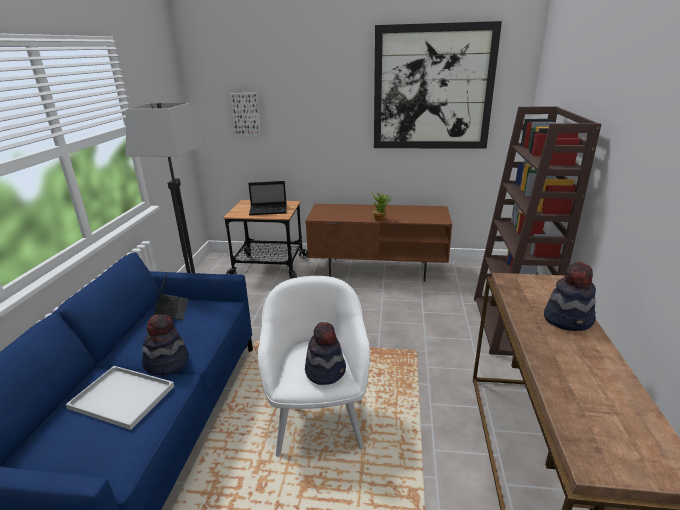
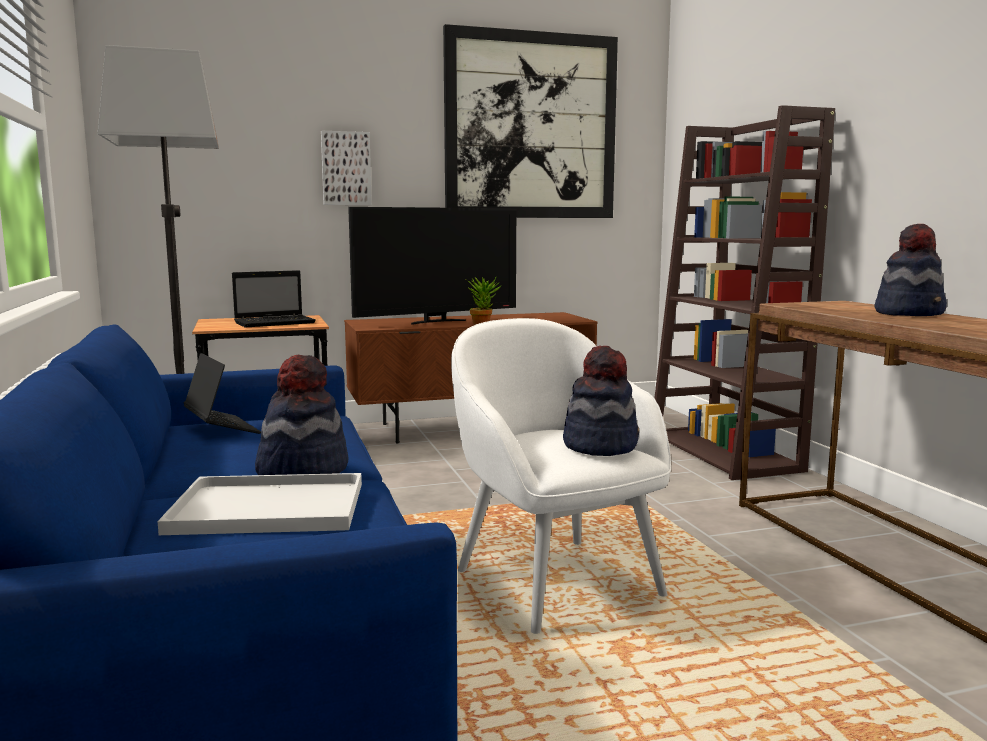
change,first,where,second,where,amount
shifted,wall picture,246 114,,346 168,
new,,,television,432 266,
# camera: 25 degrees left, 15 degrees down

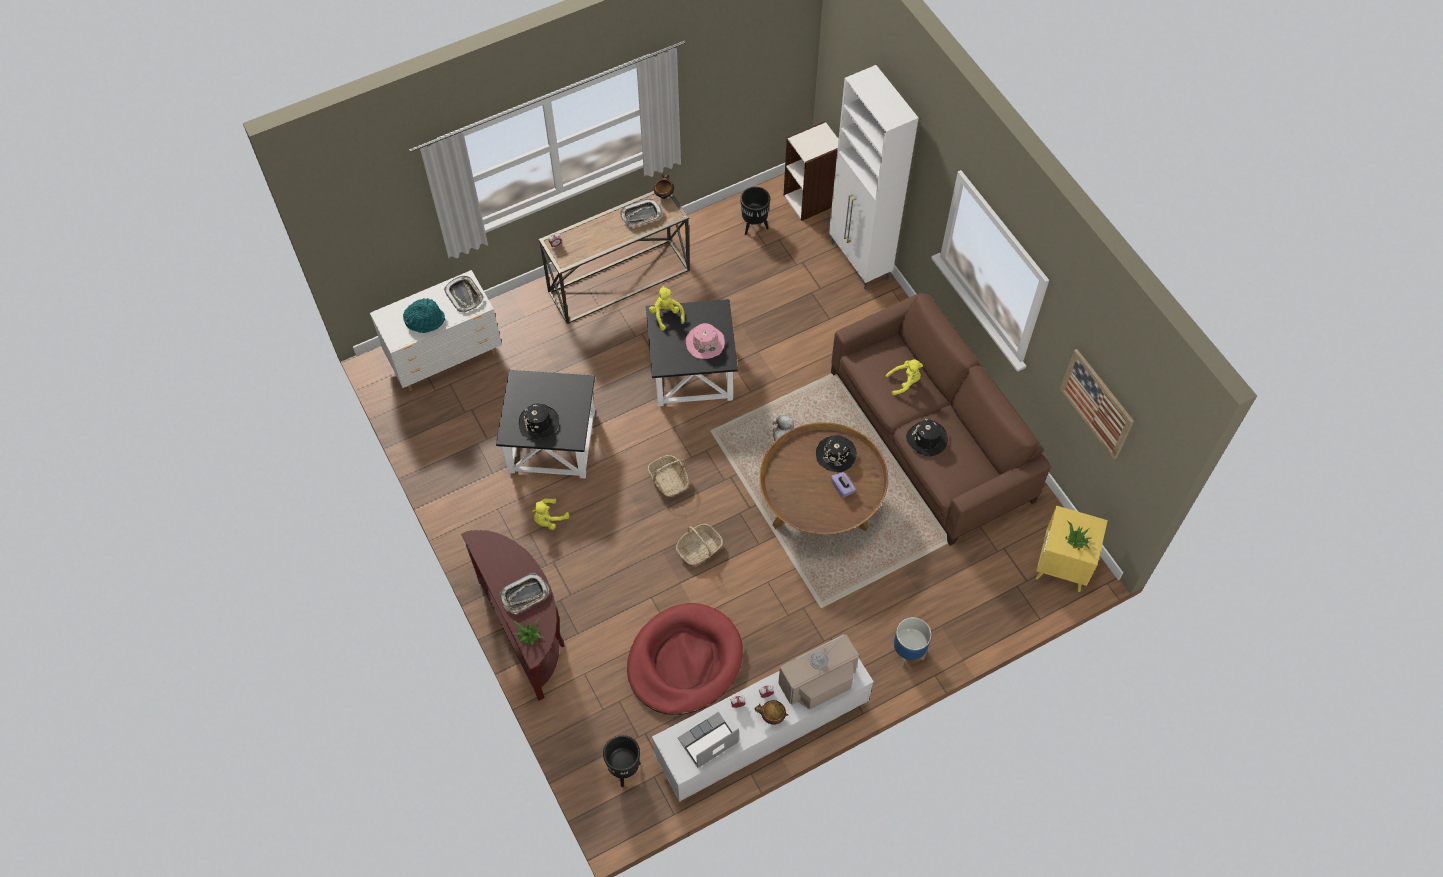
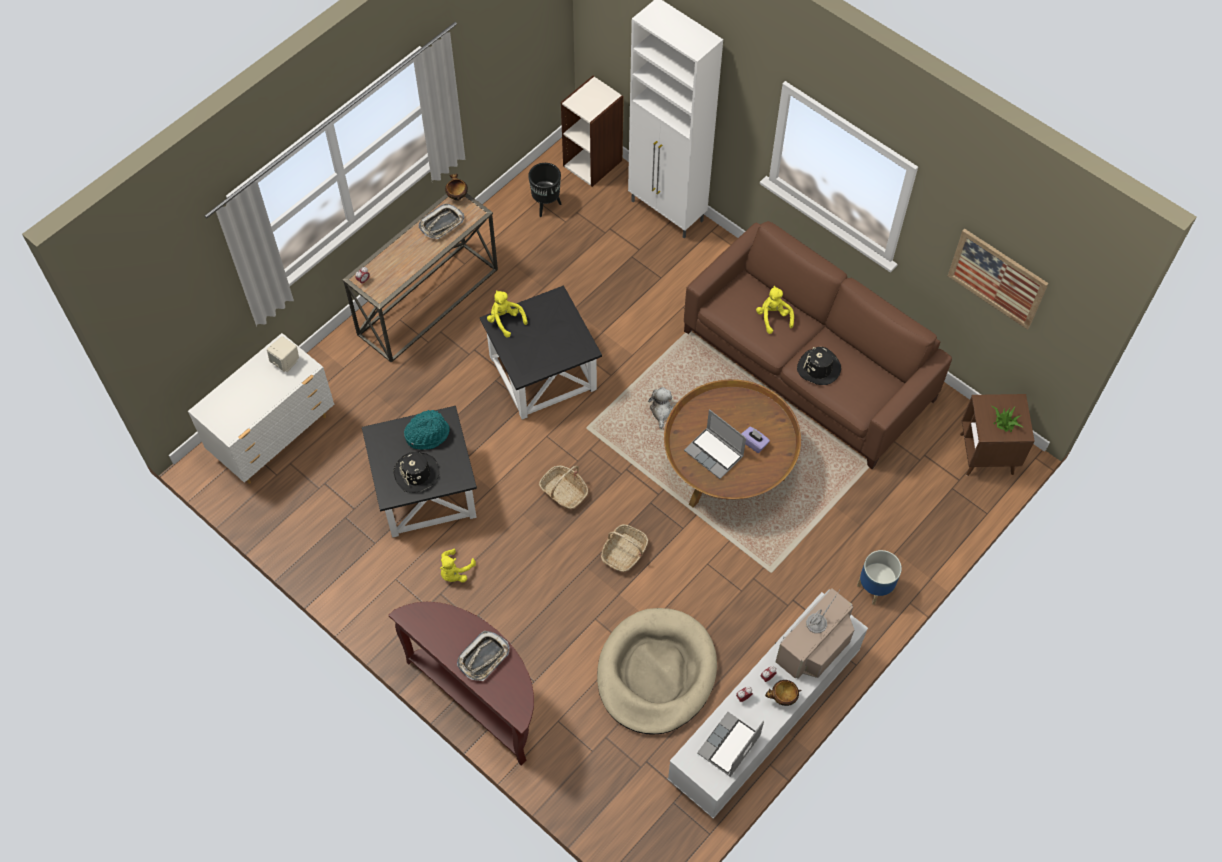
change,first,where,second,where,amount
swapped,serving tray,464 294,beige-coloured speaker,283 354,
shifted,turquoise wearable hat,424 315,,427 430,
gone,pink-coloured wearable hat,705 341,,,
rotated,yellow-coloured soft toy,904 377,,775 310,75 degrees counterclockwise
gone,black wearable hat,836 453,,,
repainted,yellow-coloured side table,1071 549,brown-coloured side table,997 435,
repainted,reddish pet bed,685 659,beige-coloured pet bed,657 671,
gone,plant in a pot,529 631,,,
gone,black planter,622 761,,,
new,,,notebook computer,715 444,
# camera: 20 degrees left, 0 degrees up

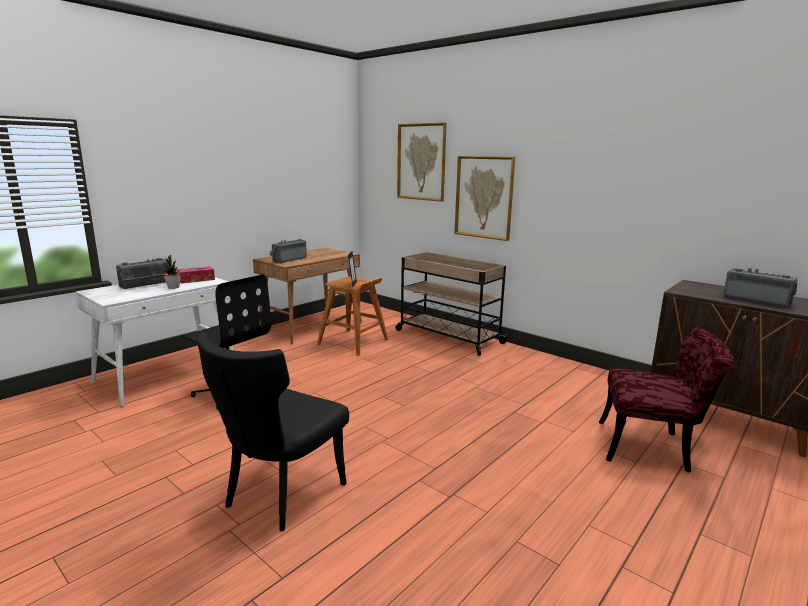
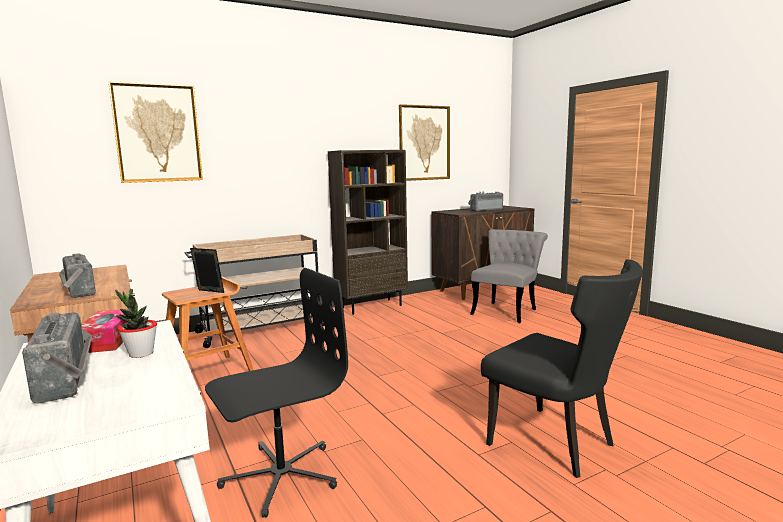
change,first,where,second,where,amount
shifted,wall picture,484 198,,424 142,
repainted,reddish plain chair,667 400,greyish plain chair,509 276,
new,,,brown-coloured shelving unit,368 232,
# camera: 70 degrees left, 5 degrees down

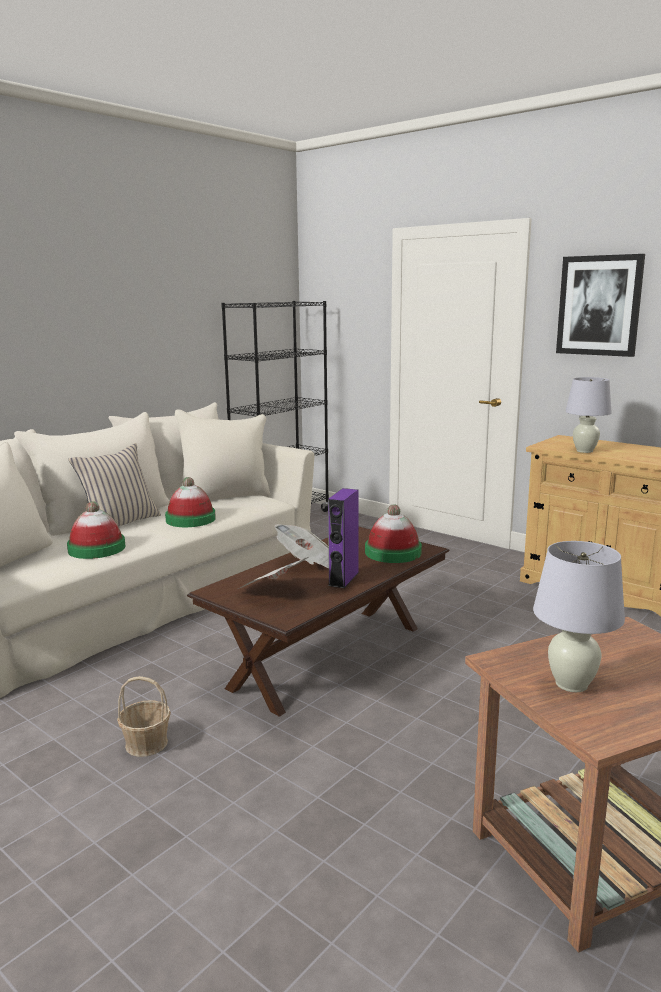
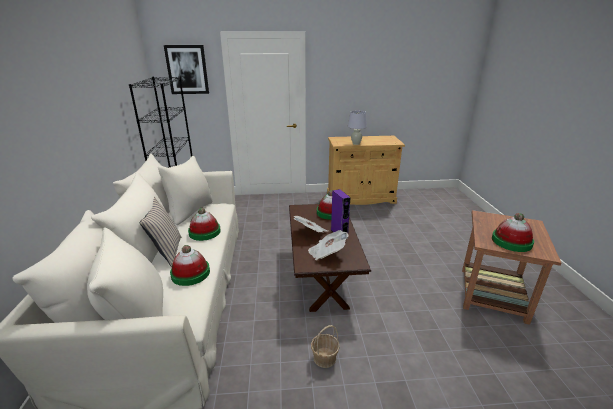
change,first,where,second,where,amount
shifted,wall picture,600 305,,186 69,
swapped,whitish tabletop lamp,579 616,wearable hat,513 232,
# camera: 45 degrees left, 10 degrees up

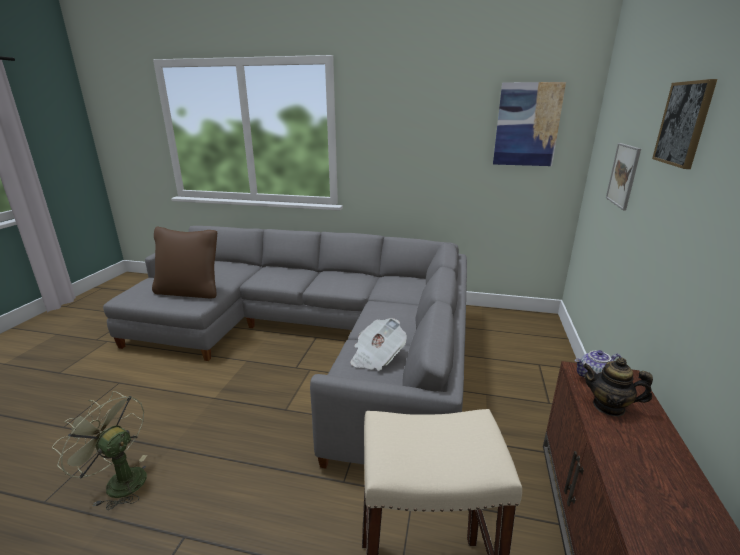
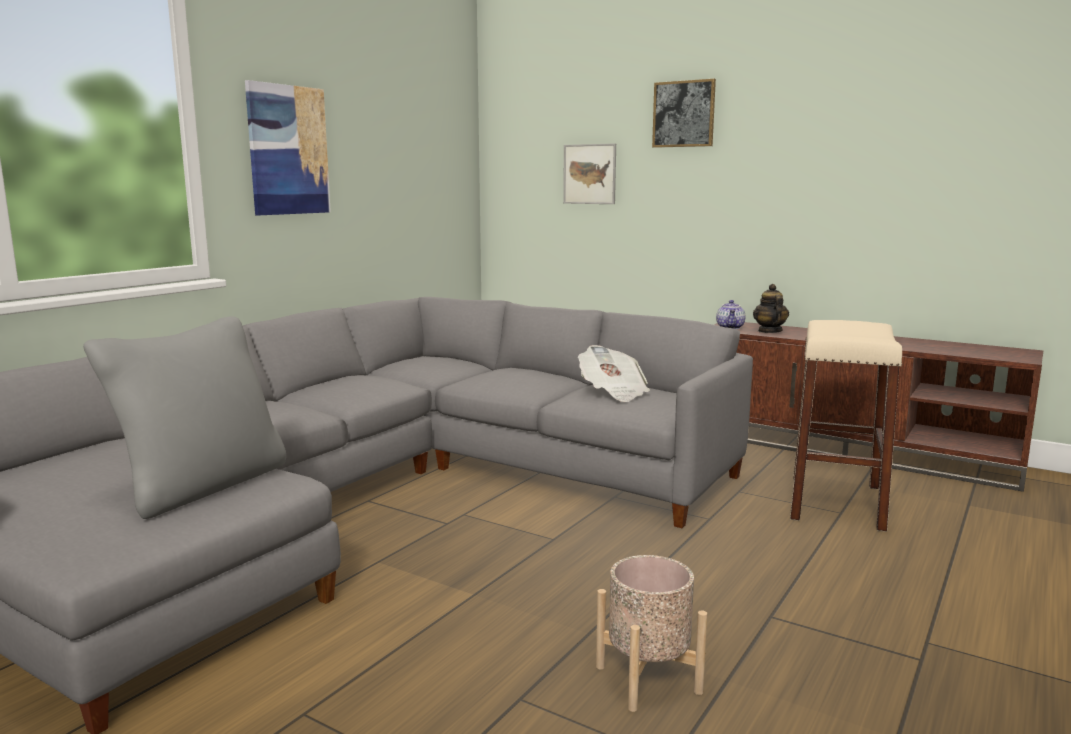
change,first,where,second,where,amount
shifted,wall picture,529 124,,288 147,
repainted,brown-coloured throw pillow,184 262,greyish throw pillow,184 417,
rotated,teapot,618 387,,771 308,135 degrees clockwise
swapped,greenish fan,99 450,beige-coloured planter,651 633,
# camera: 70 degrees left, 10 degrees down

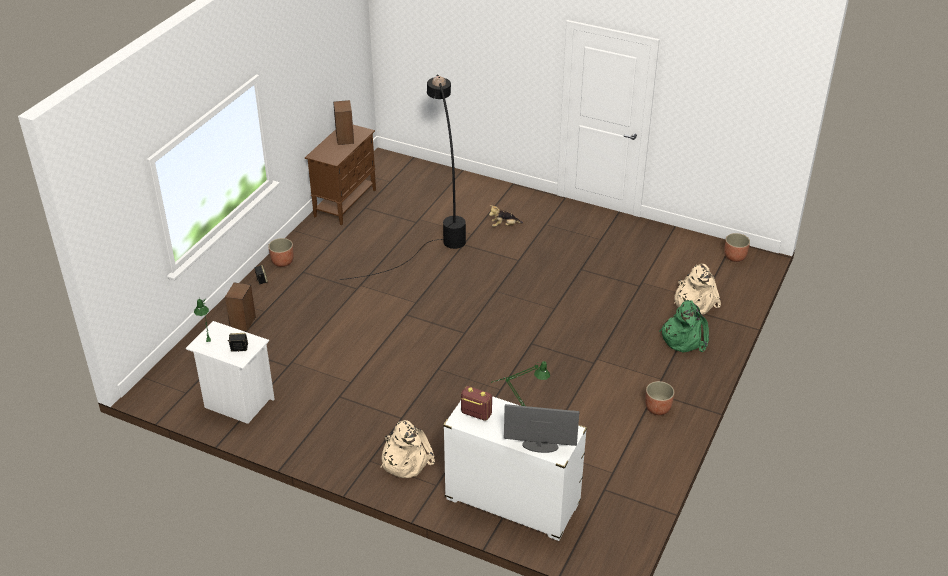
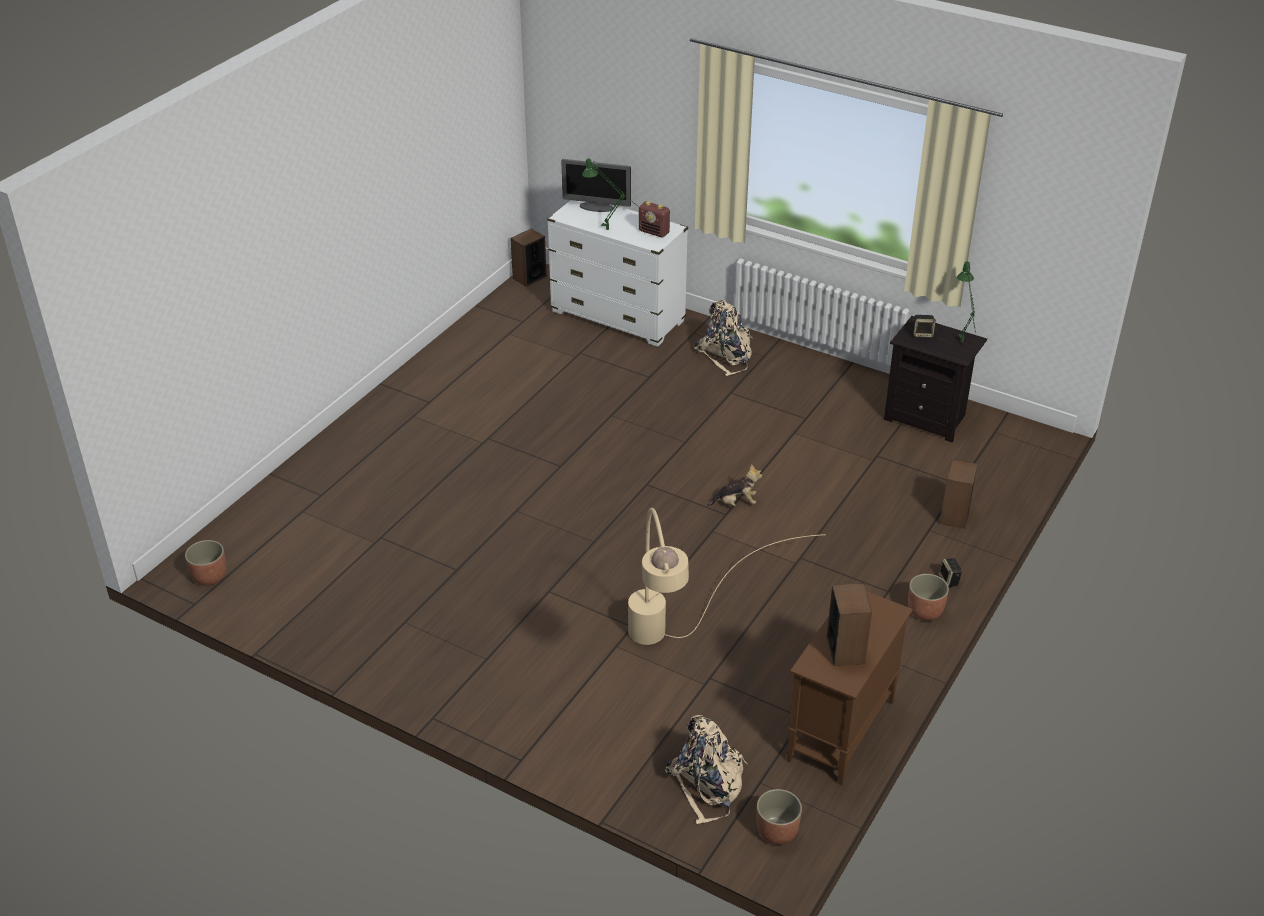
change,first,where,second,where,amount
repainted,black standard lamp,403 177,beige-coloured standard lamp,727 576,
shifted,soft toy,506 216,,734 485,
shifted,beige-coloured rucksack,697 289,,706 769,
gone,greenish rucksack,684 326,,,
repainted,whitish night table,230 372,black night table,935 379,
shifted,planter,659 398,,779 817,
new,,,speaker,528 258,
# camera: 175 degrees left, 0 degrees up

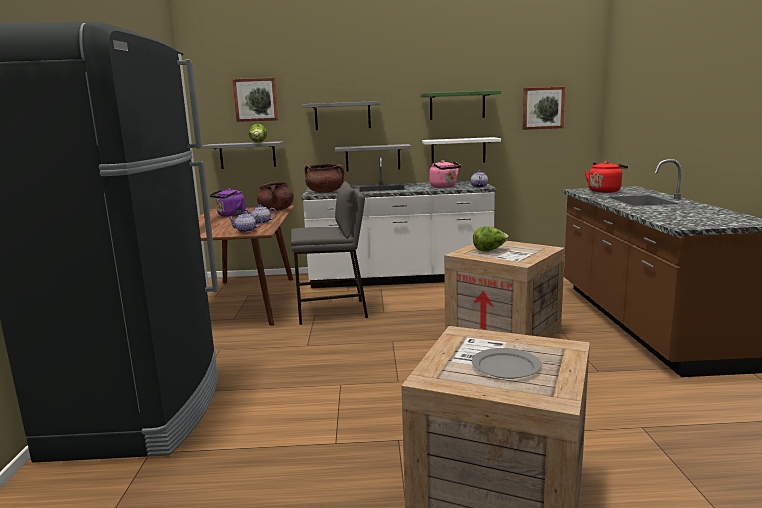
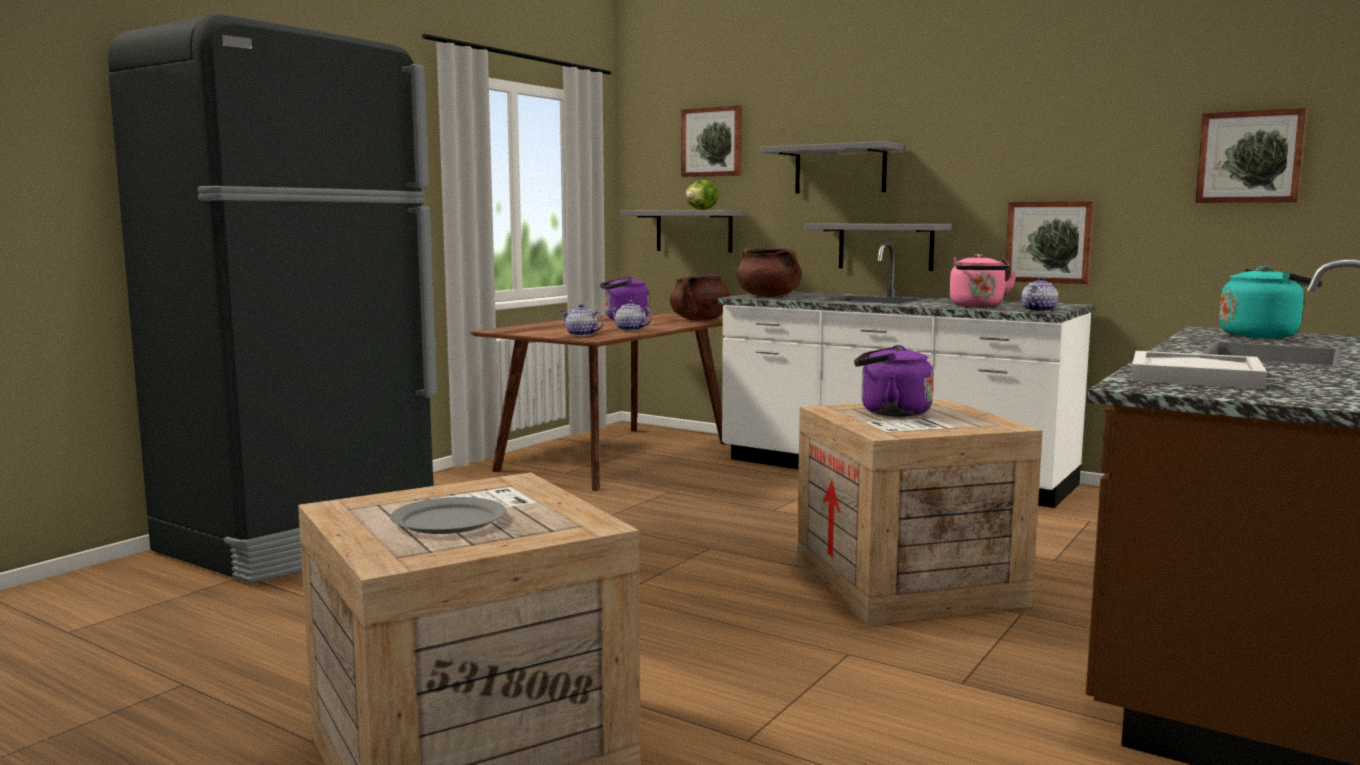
change,first,where,second,where,amount
gone,greenish shelf,460 105,,,
swapped,whitish shelf,461 150,wall picture,1049 242,
repainted,reddish kettle,606 177,turquoise kettle,1270 302,
gone,greyish sitting stool,329 253,,,
swapped,lettuce,491 239,purple-coloured kettle,894 381,
new,,,whitish serving tray,1199 370,
# camera: 35 degrees right, 5 degrees down

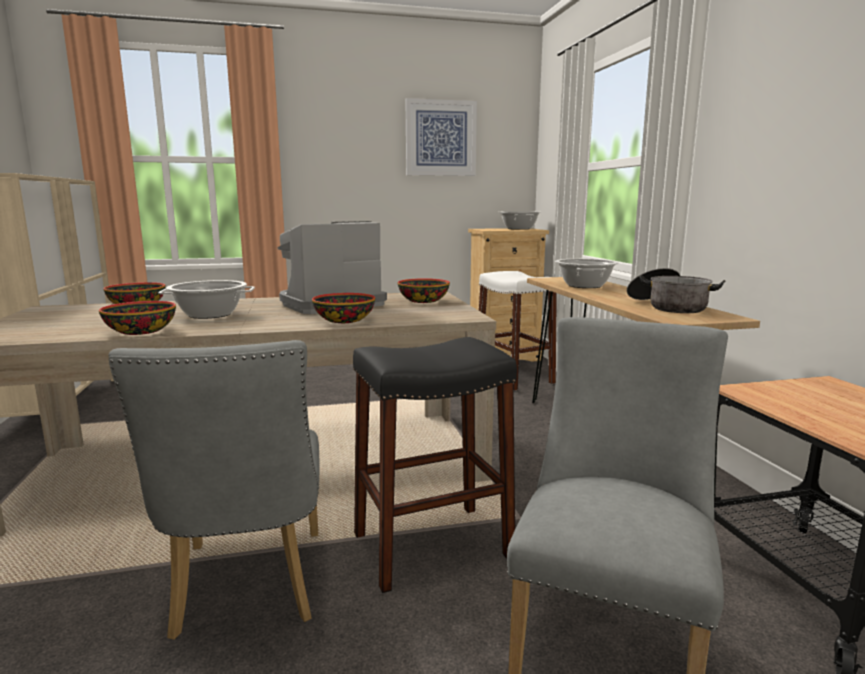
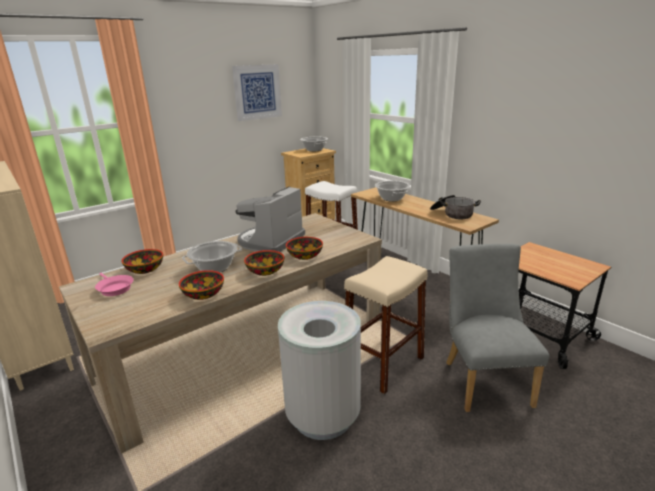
change,first,where,second,where,amount
shifted,serving bowl,424 290,,264 263,
repainted,black sitting stool,435 465,beige-coloured sitting stool,386 325,
swapped,greyish plain chair,214 490,greyish waste bin,319 370,
new,,,pink-coloured frying pan,114 284,
# camera: 25 degrees left, 10 degrees up

